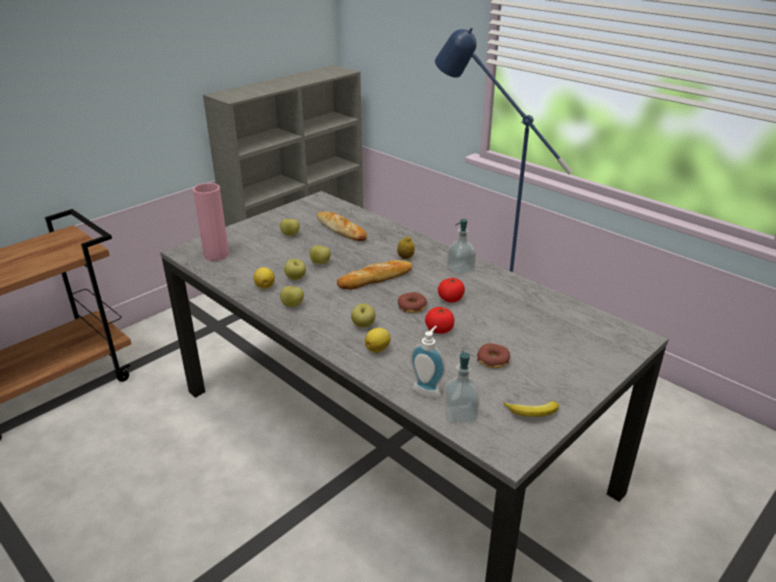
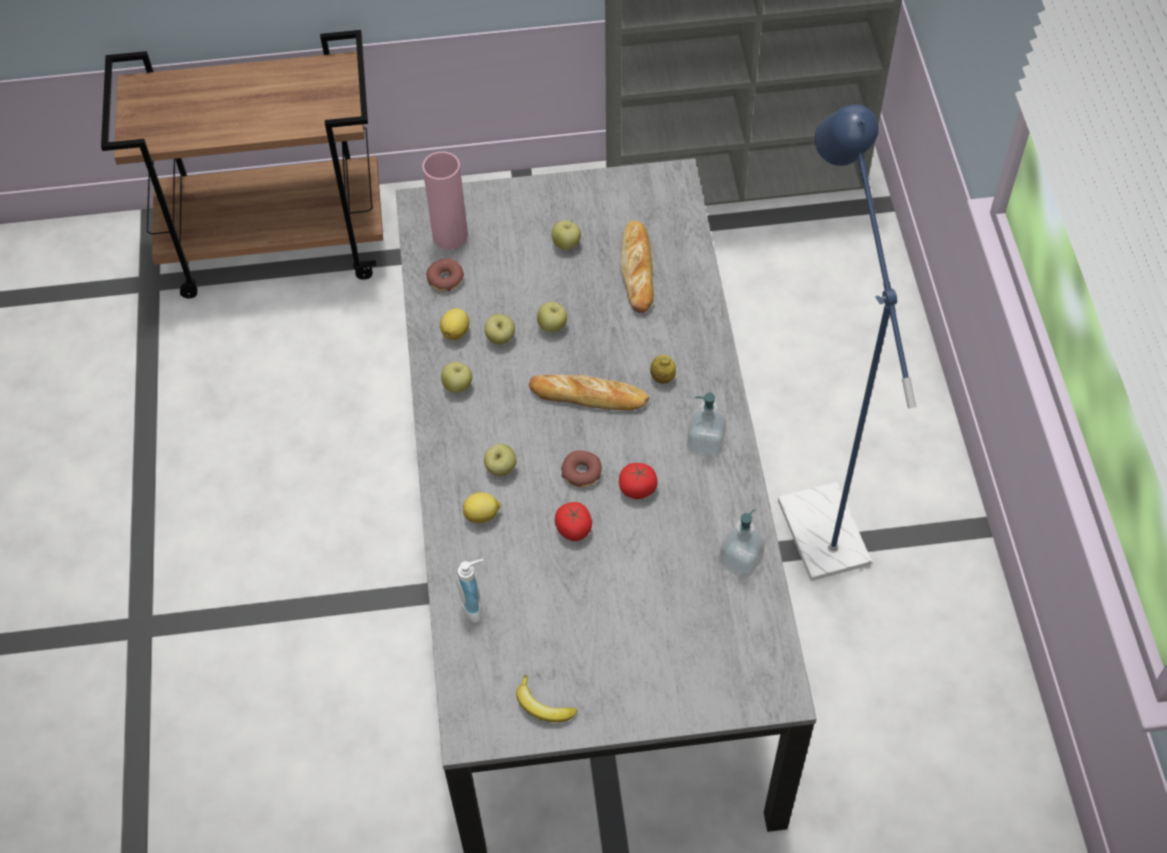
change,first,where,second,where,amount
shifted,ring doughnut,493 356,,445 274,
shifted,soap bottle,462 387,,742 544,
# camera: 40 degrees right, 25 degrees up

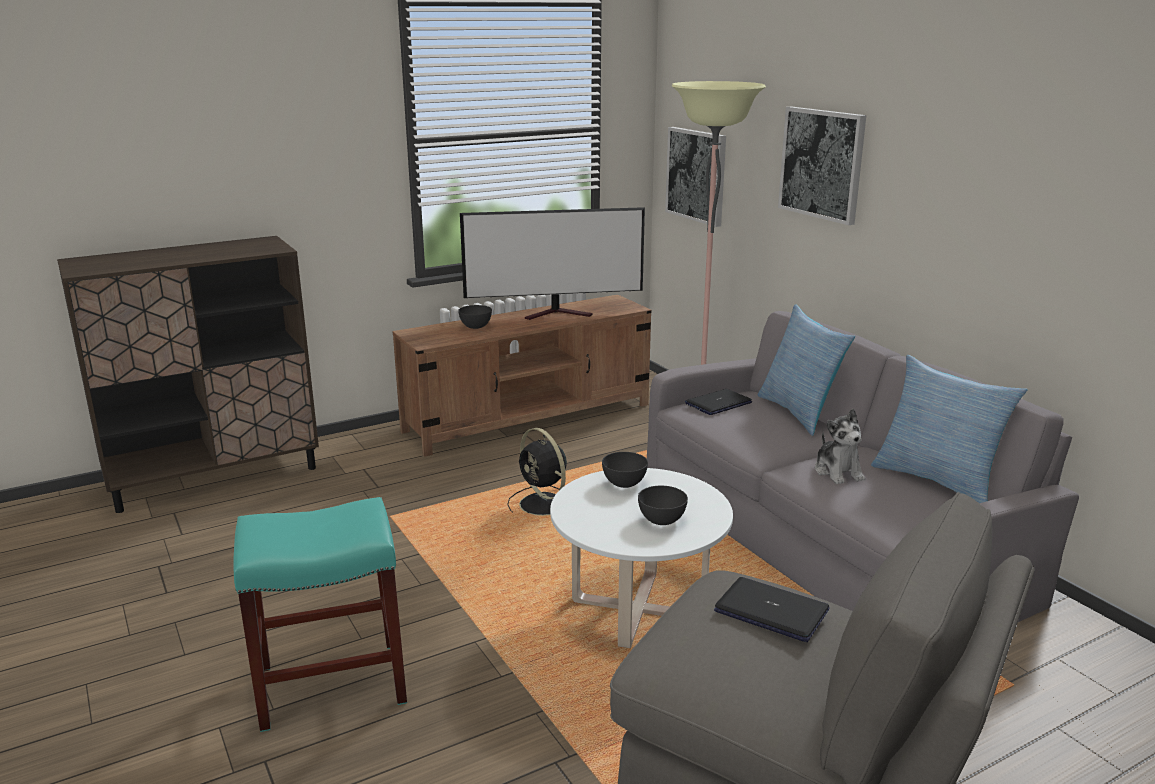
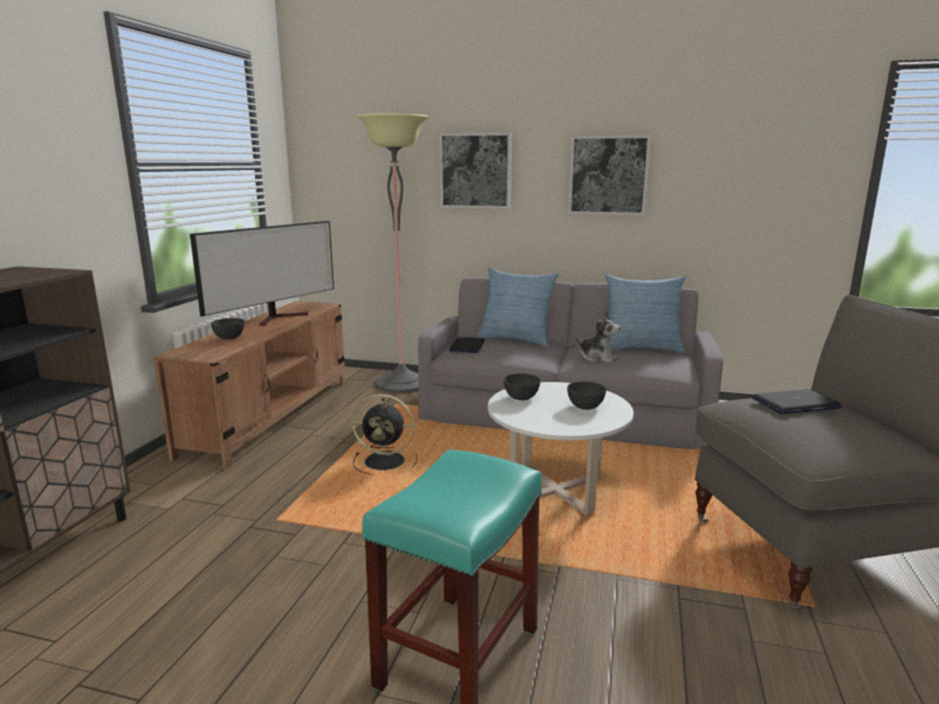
change,first,where,second,where,amount
shifted,wall picture,695 177,,609 175,
# camera: 45 degrees left, 5 degrees down

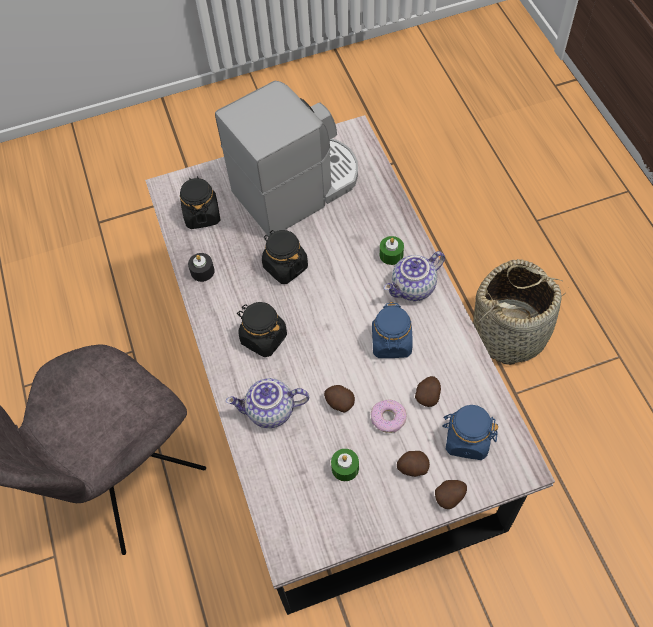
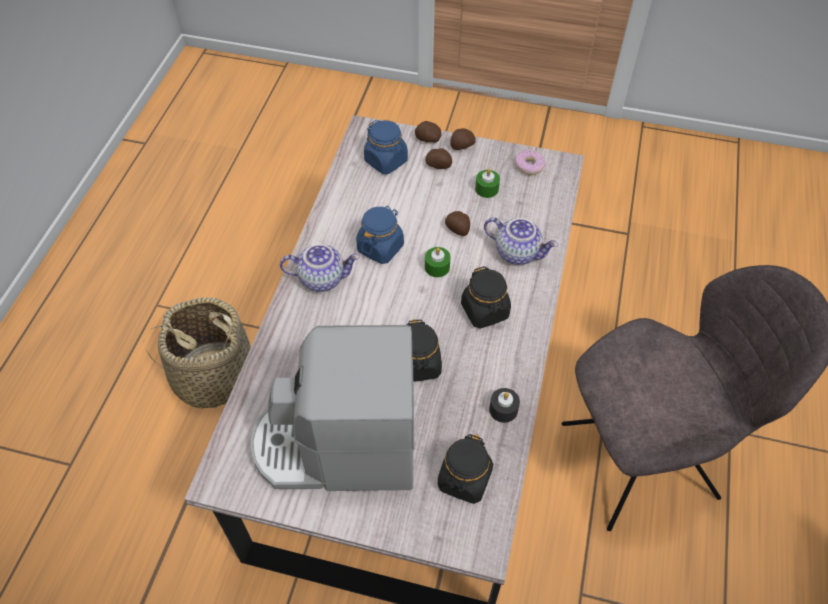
change,first,where,second,where,amount
shifted,greenish wax candle,392 250,,438 262,
shifted,potato,428 391,,463 139,
shifted,ring doughnut,389 416,,530 162,
# camera: 150 degrees left, 5 degrees down

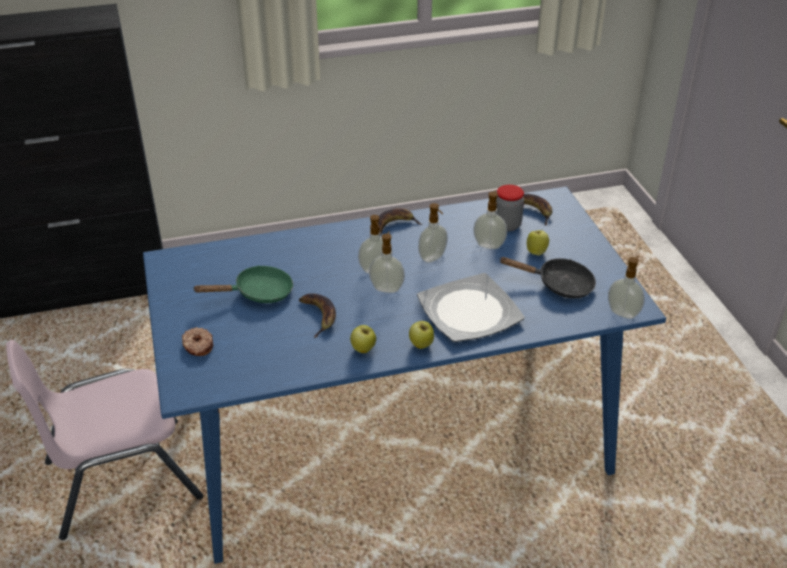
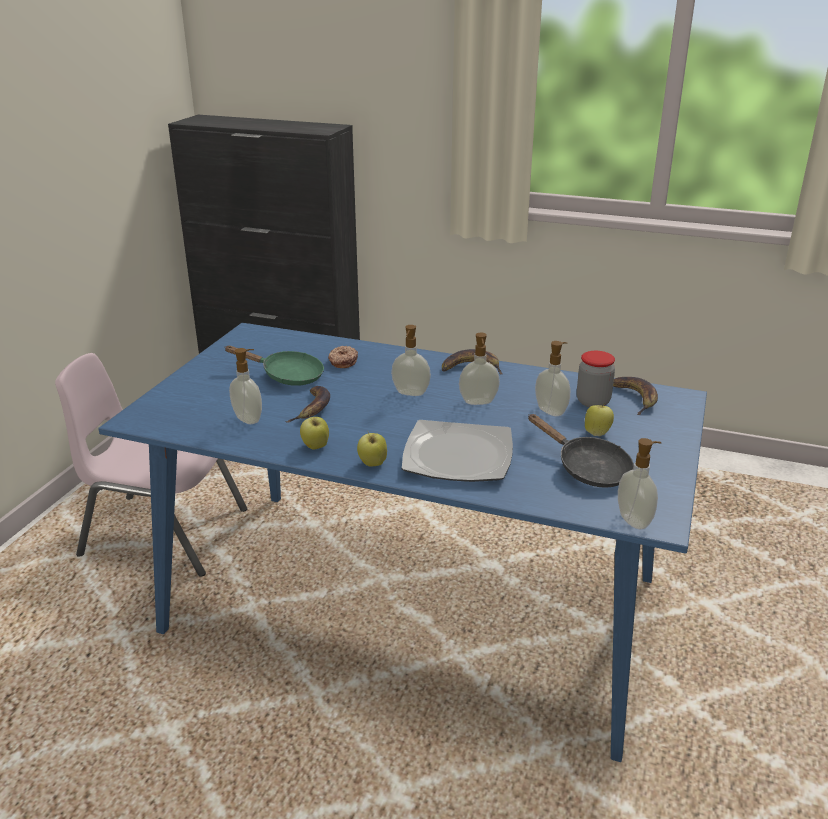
change,first,where,second,where,amount
shifted,soap bottle,387 262,,245 386,
shifted,ring doughnut,197 341,,343 357,
# camera: 35 degrees right, 10 degrees down

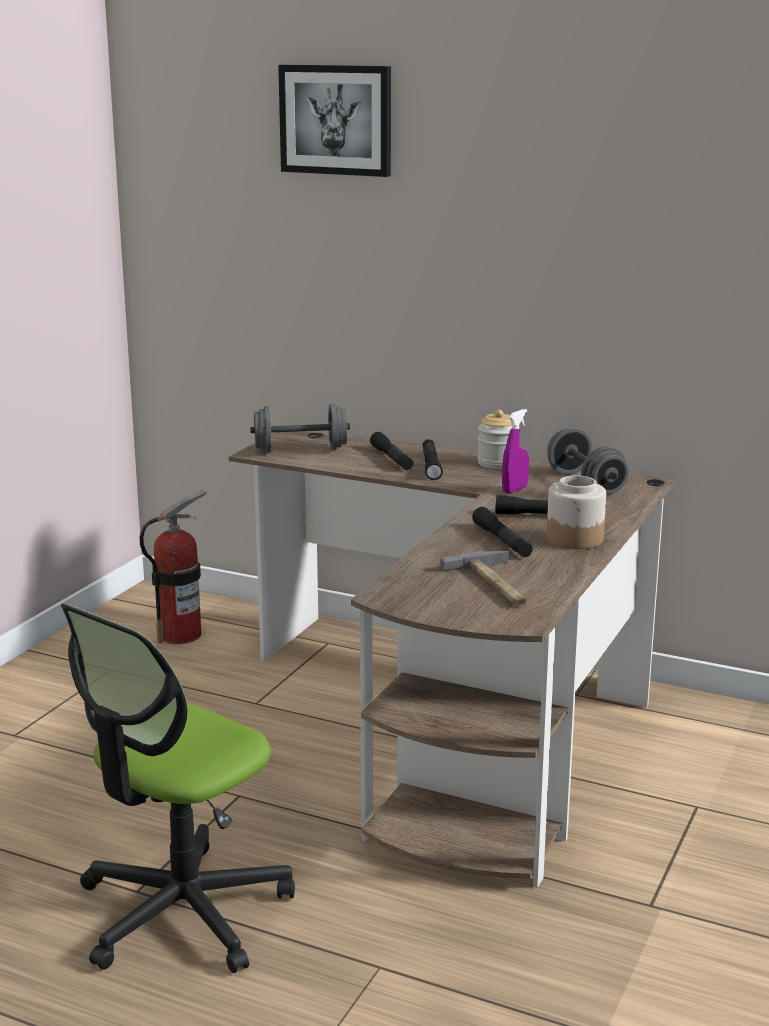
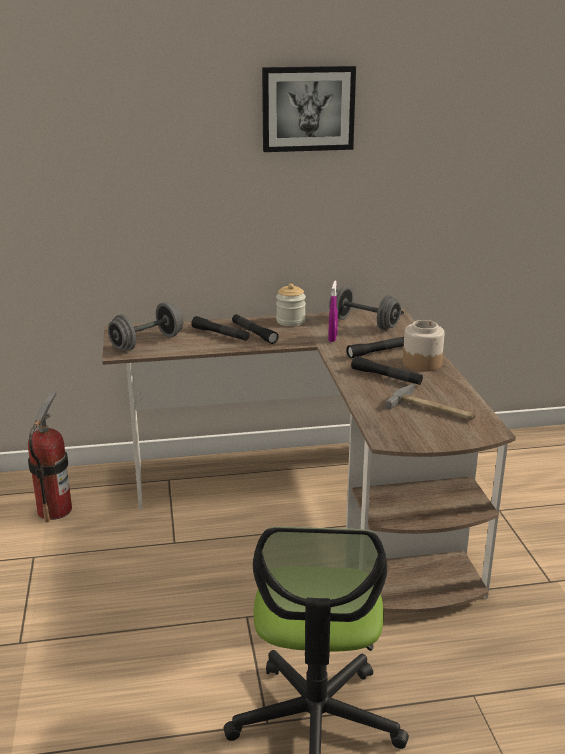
change,first,where,second,where,amount
shifted,wall picture,334 121,,309 109,
# camera: 35 degrees left, 5 degrees up

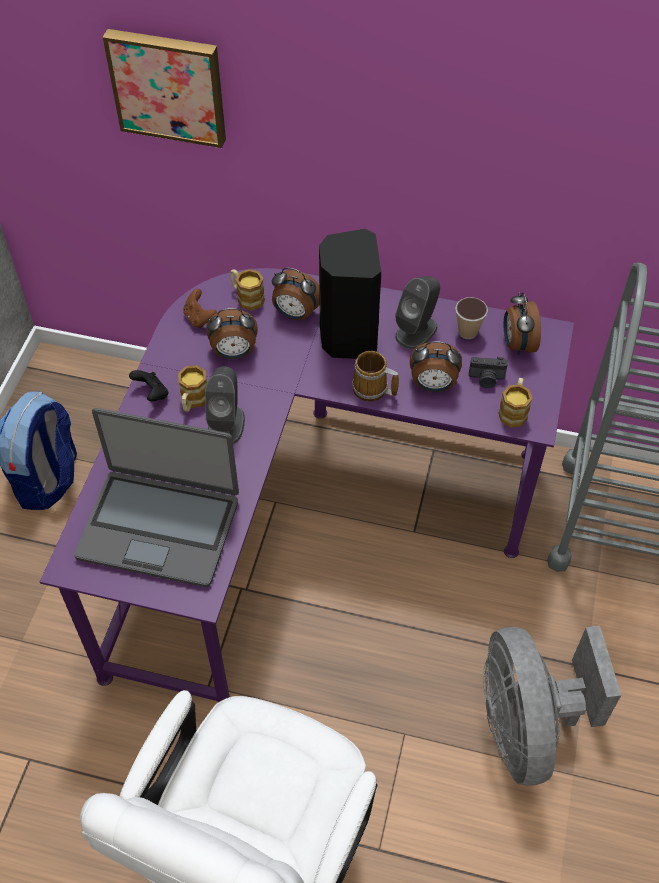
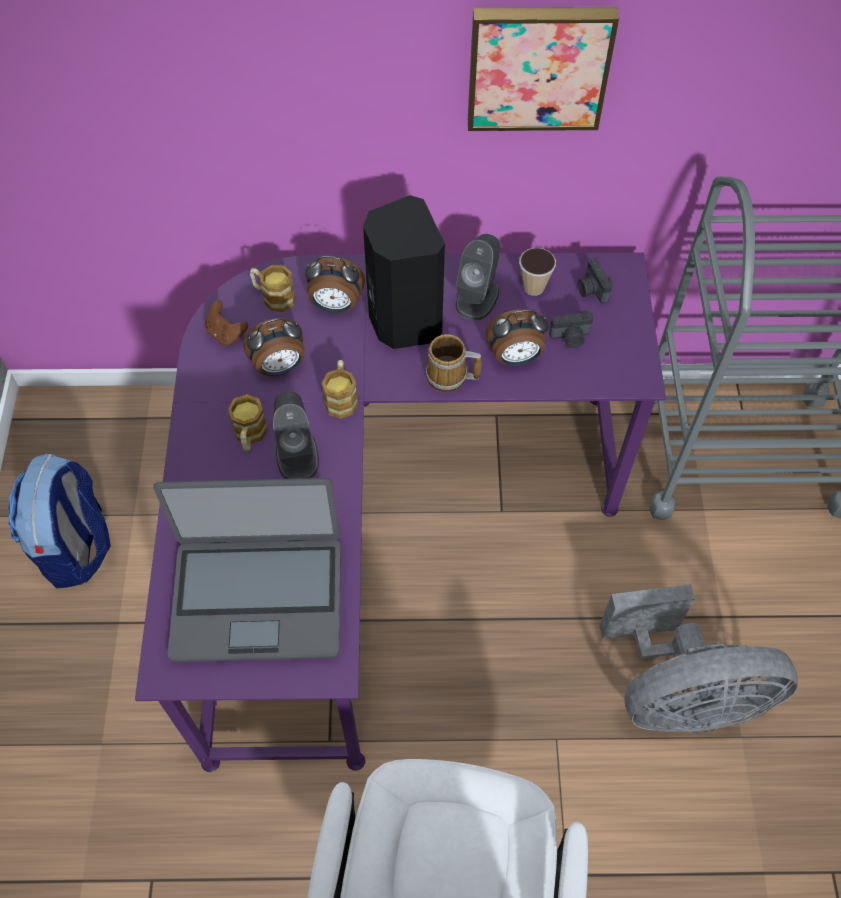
change,first,where,second,where,amount
shifted,wall picture,164 88,,543 69,
swapped,alarm clock,522 323,still camera,595 281,
gone,black gamepad,148 385,,,
shifted,coffee mug,515 403,,339 389,
rotated,greyish fan,552 706,,698 659,75 degrees counterclockwise
# camera: 15 degrees left, 5 degrees up

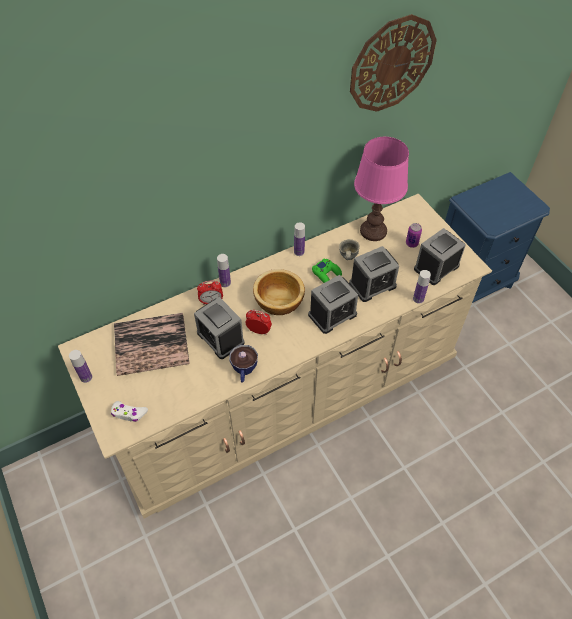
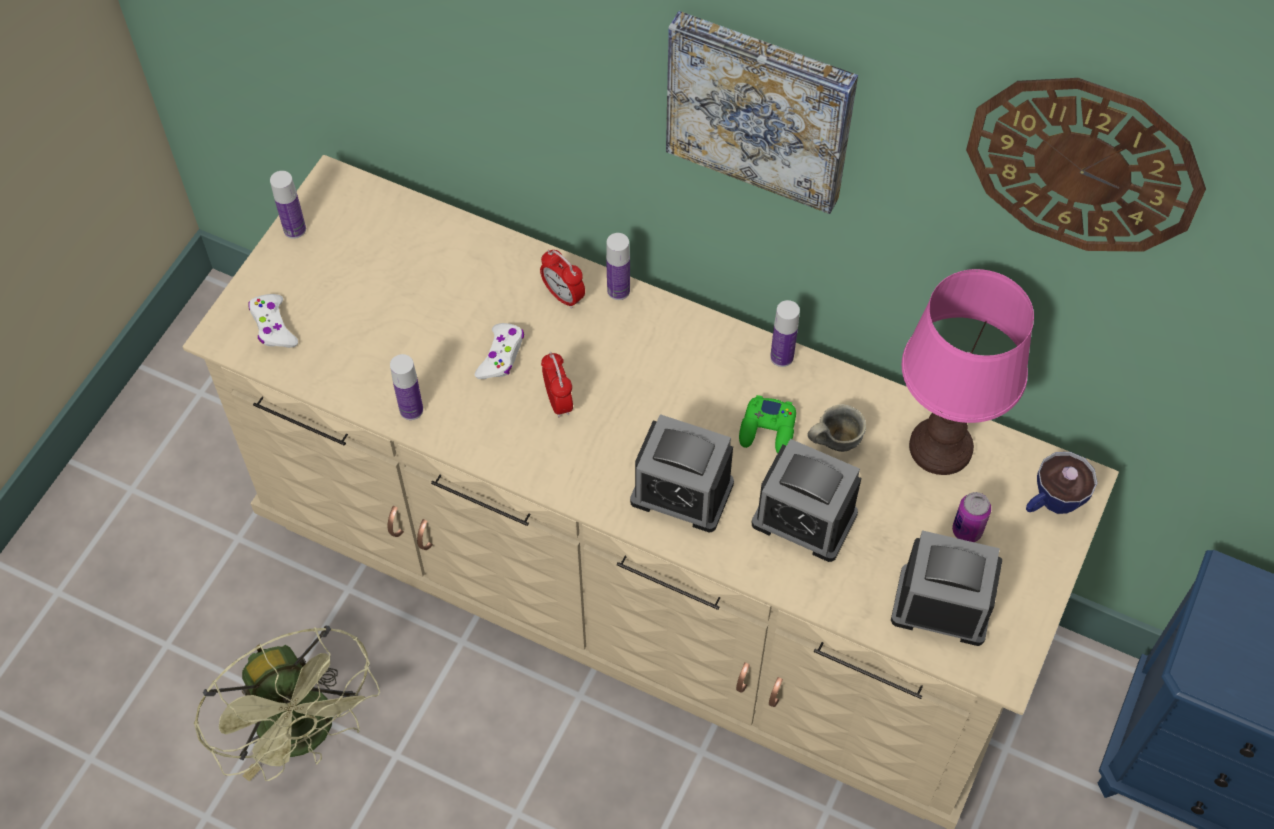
change,first,where,second,where,amount
gone,serving bowl,279 292,,,
shifted,drink bottle,422 287,,406 387,
swapped,alarm clock,219 328,whitish gamepad,499 351,
gone,book,152 344,,,
shifted,drinking cup,243 363,,1061 483,
new,,,wall picture,762 112,
new,,,greenish fan,287 703,
# camera: 55 degrees right, 5 degrees up

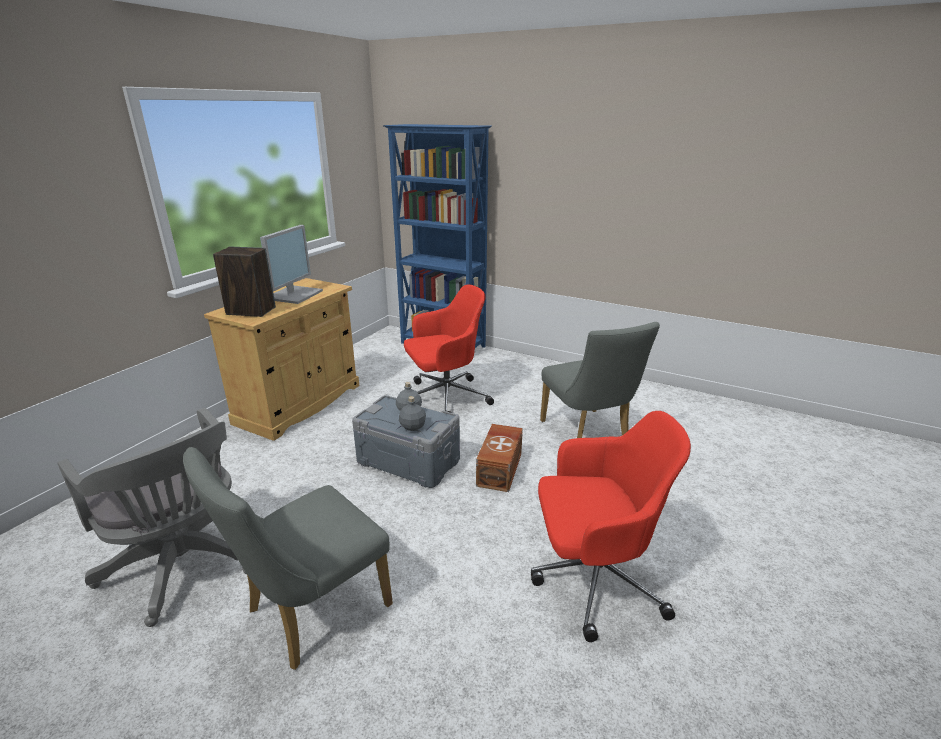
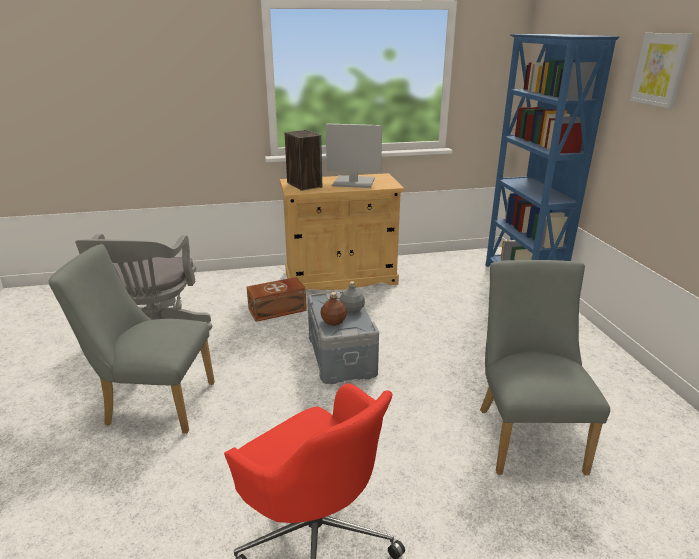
change,first,where,second,where,amount
rotated,computer screen,291 264,,354 156,150 degrees counterclockwise
gone,reddish computer chair,449 348,,,
rotated,greyish plain chair,600 380,,545 367,150 degrees clockwise
repainted,greyish drink bottle,412 413,brown-coloured drink bottle,333 309,
shifted,brown-coloured storage box,499 458,,277 299,
new,,,wall picture,661 70,
# camera: 50 degrees right, 0 degrees up

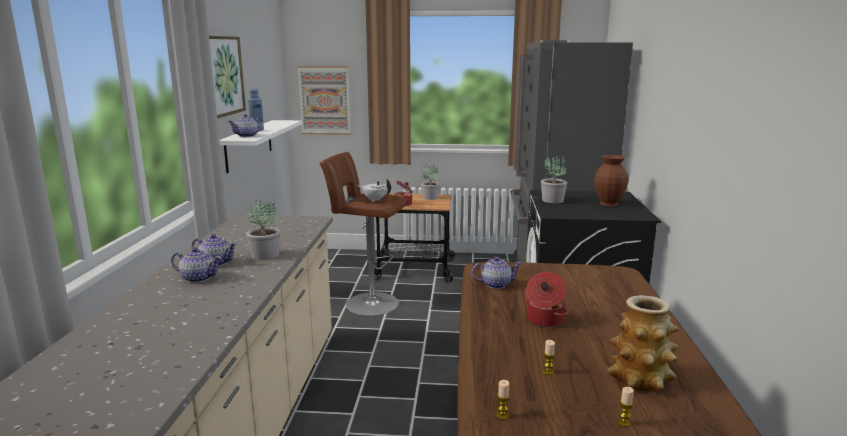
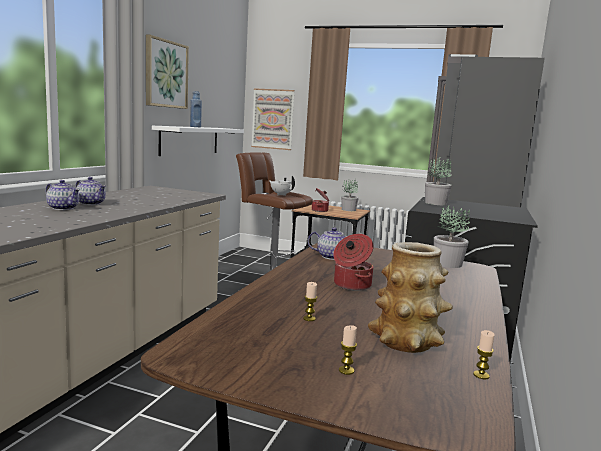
change,first,where,second,where,amount
gone,teapot,246 125,,,
gone,brown-coloured flower vase,611 180,,,
shifted,plant in a pot,263 230,,452 237,
shifted,wax candle,503 400,,484 354,
# camera: 15 degrees right, 5 degrees down

